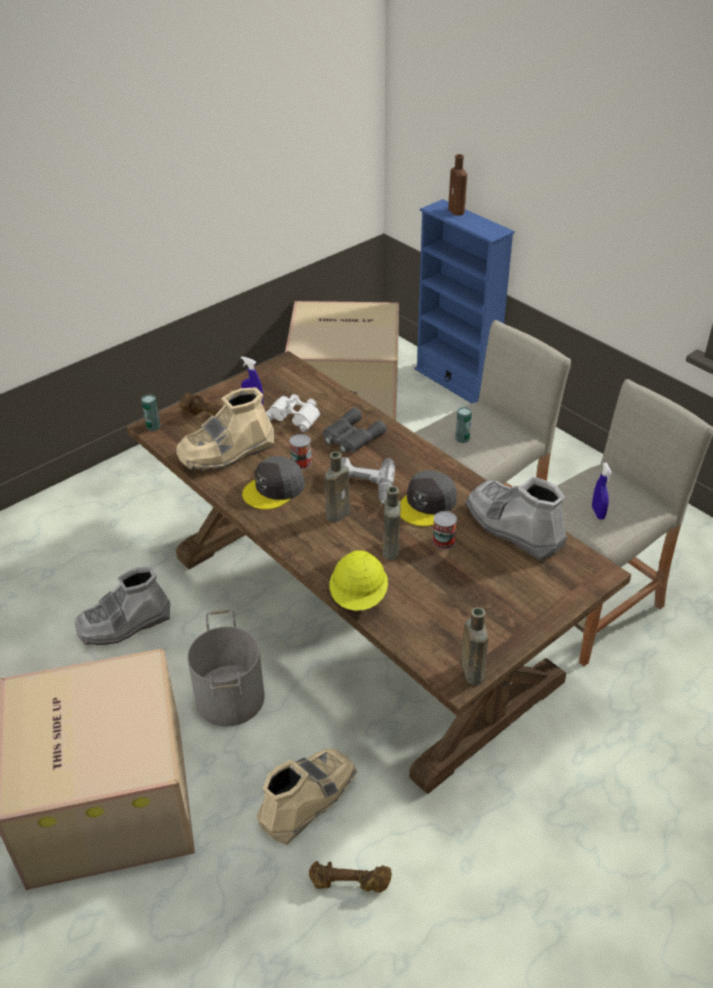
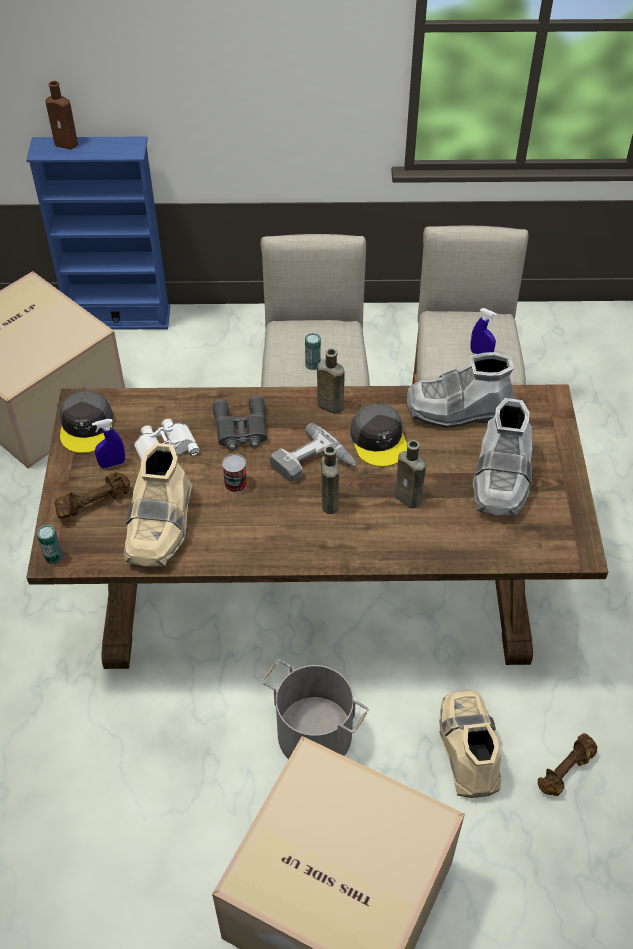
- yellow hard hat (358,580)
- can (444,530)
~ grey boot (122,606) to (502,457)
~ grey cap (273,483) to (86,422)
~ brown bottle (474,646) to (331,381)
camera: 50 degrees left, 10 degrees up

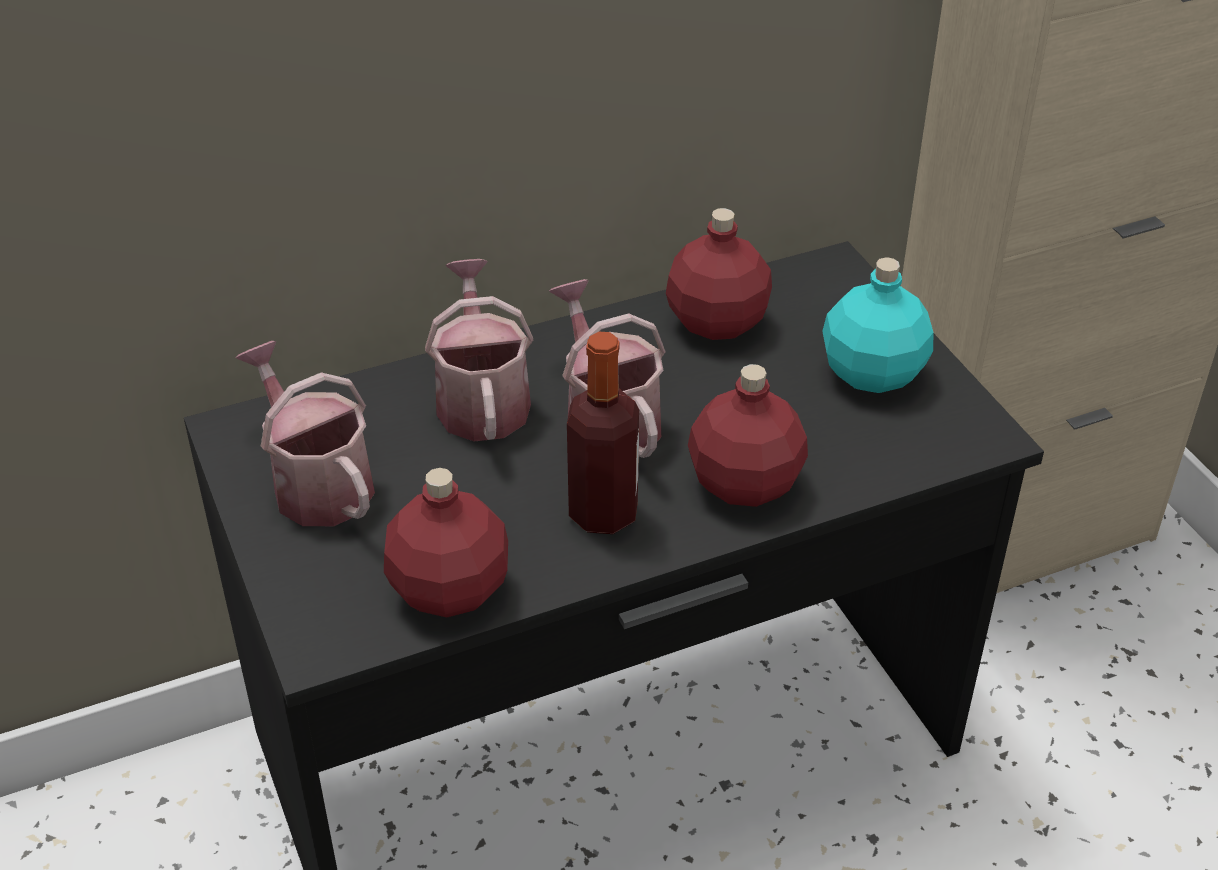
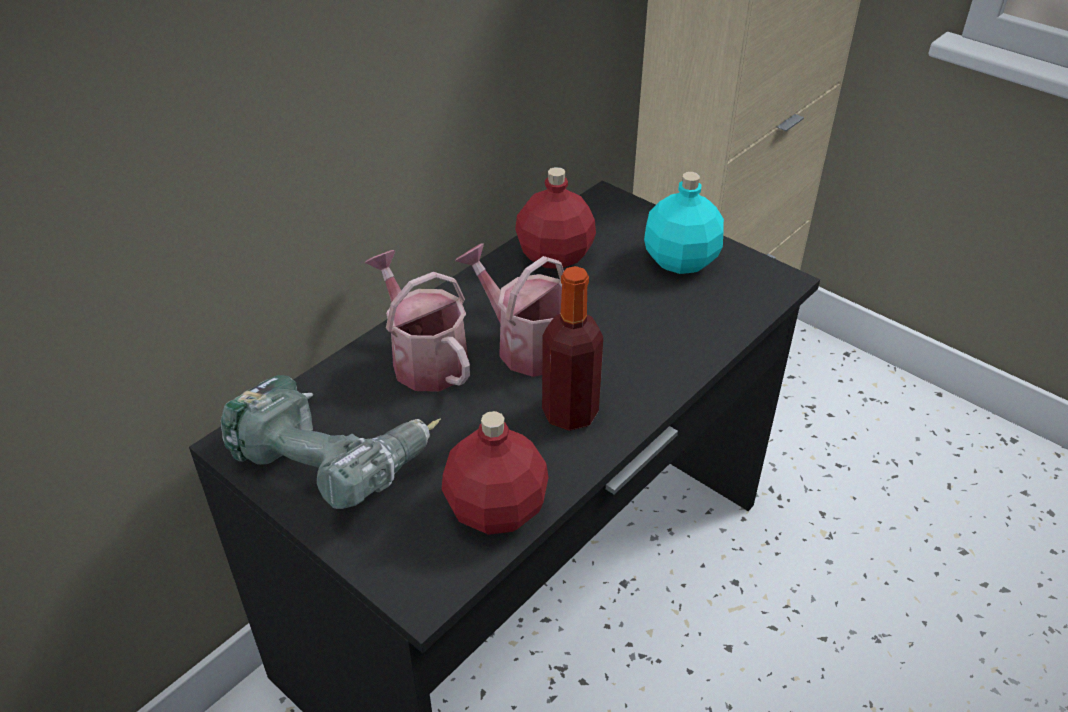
- red bottle (748,435)
~ watering can (305,433) to power drill (331,442)
camera: 25 degrees left, 0 degrees up

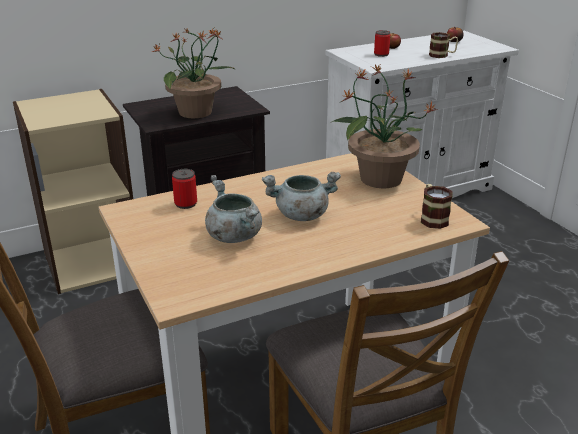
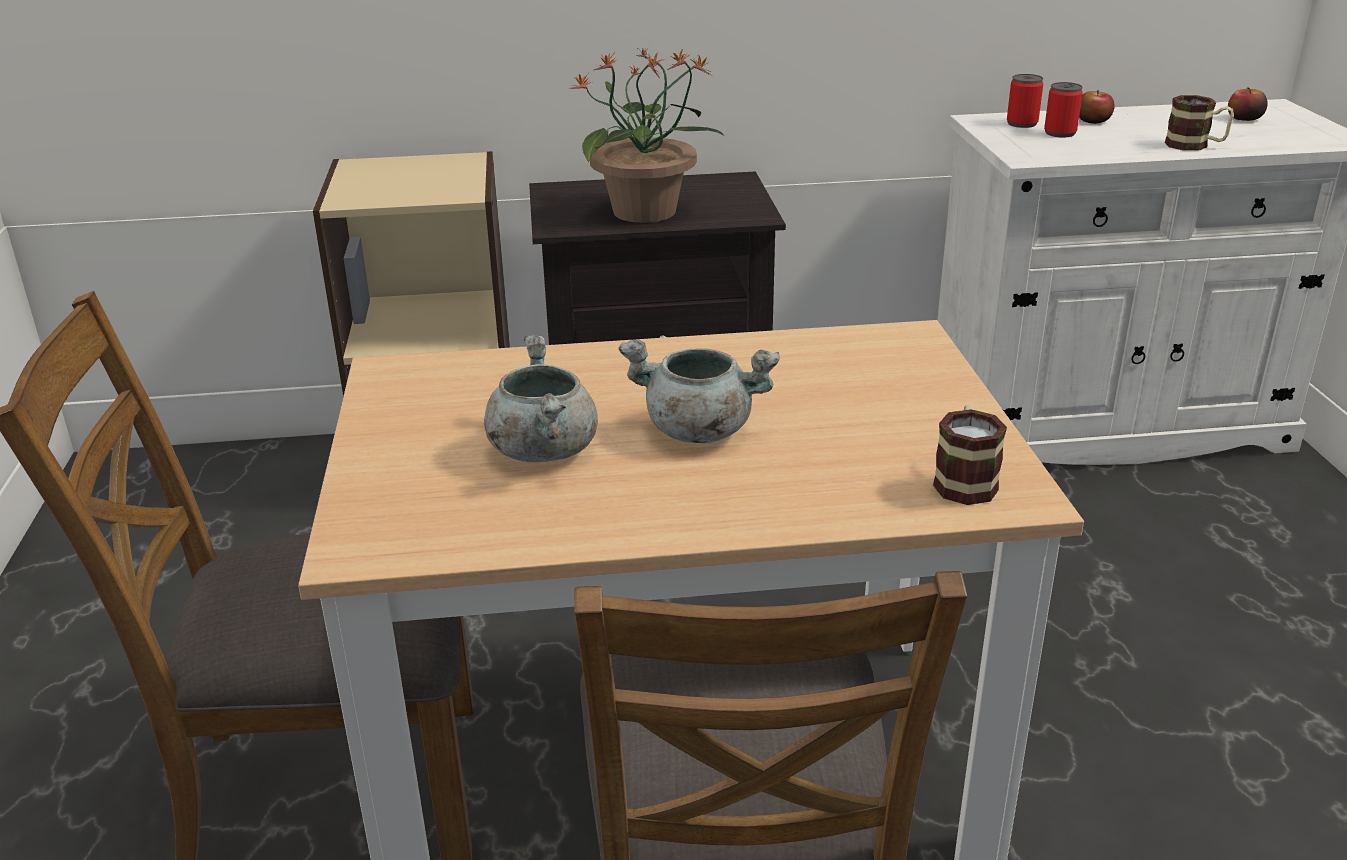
- potted plant (384,126)
~ can (184,189) to (1025,101)
camera: 20 degrees right, 0 degrees up

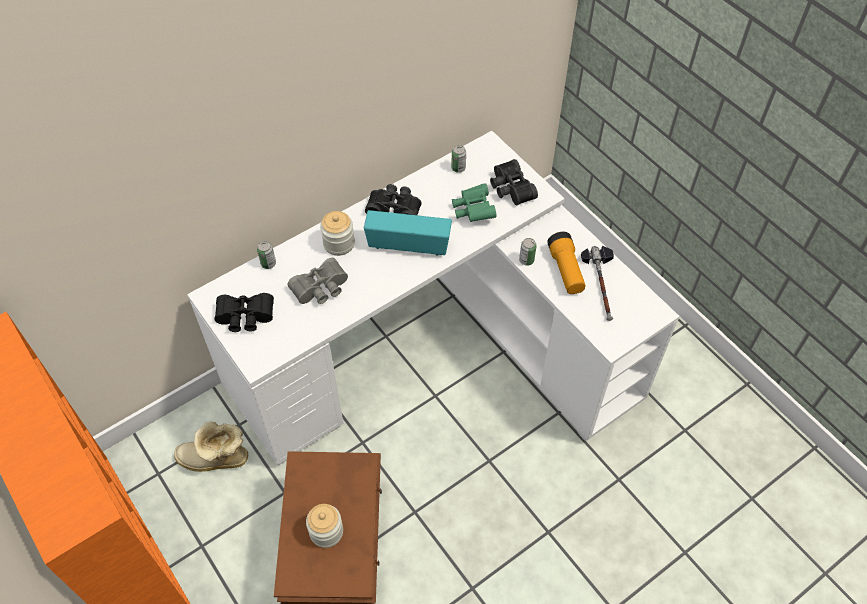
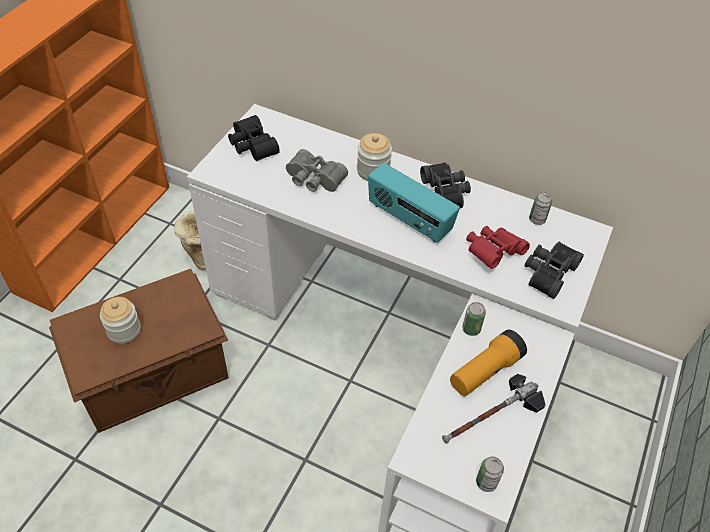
~ can (266,255) to (490,474)
~ green binoculars (474,202) to red binoculars (498,247)
~ radio (408,233) = (414,203) 150 degrees clockwise
camera: 60 degrees right, 5 degrees down

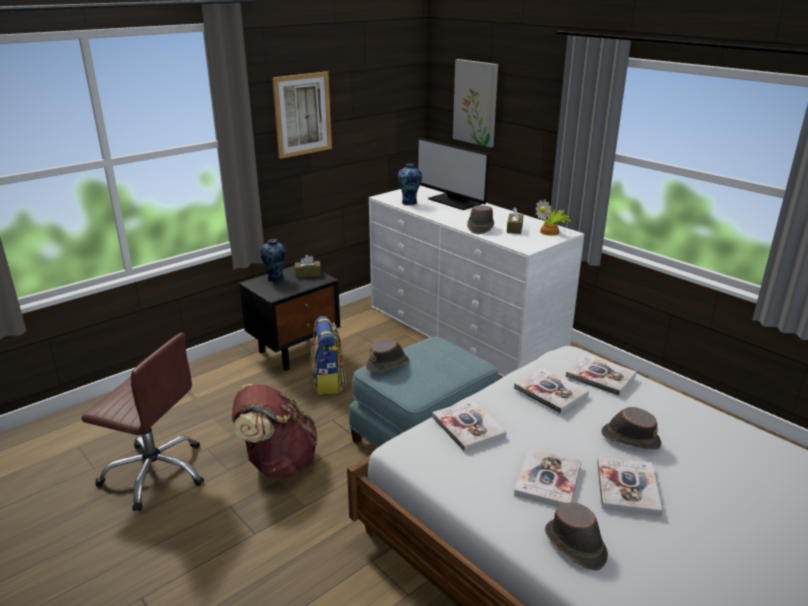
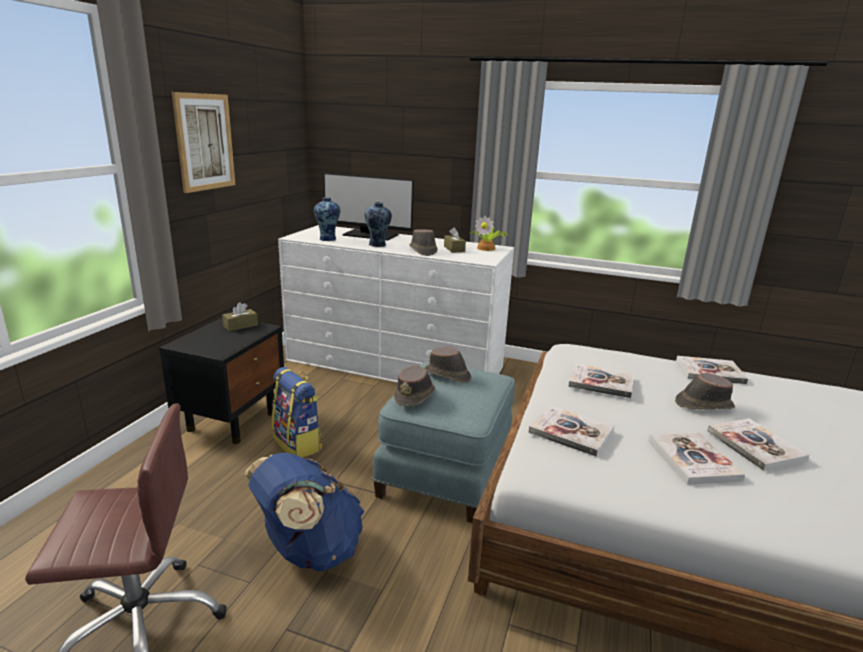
- picture (475,103)
~ vase (273,260) to (378,224)
~ brown hat (576,536) to (448,365)
~ book (601,375) to (712,370)
~ brown backpack (275,431) to blue backpack (304,512)
camera: 30 degrees left, 5 degrees down

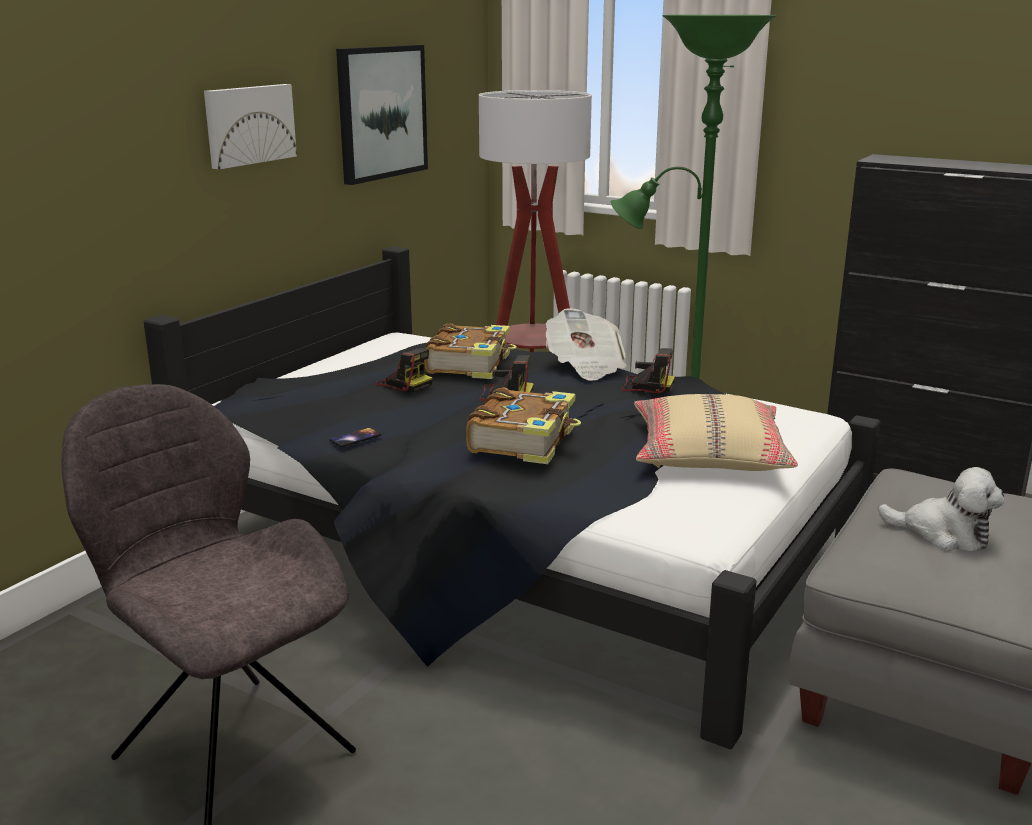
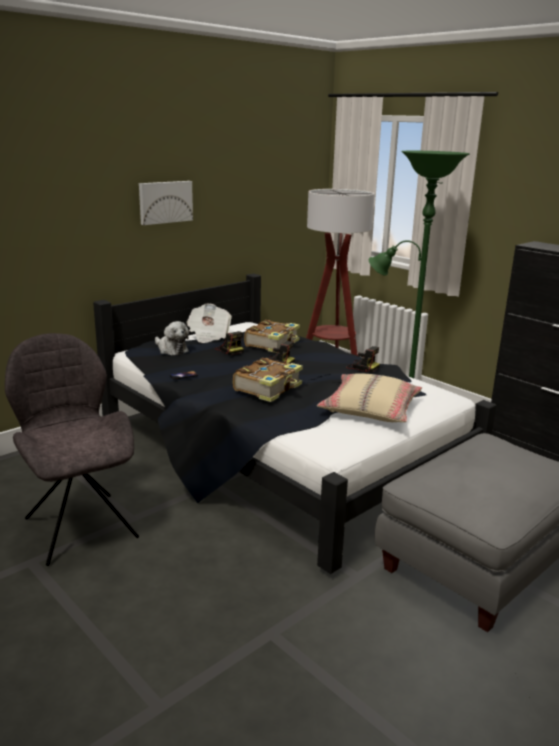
- picture (382,115)
~ newspaper (586,344) to (209,323)
~ plush toy (941,509) to (172,338)
camera: 15 degrees right, 0 degrees up

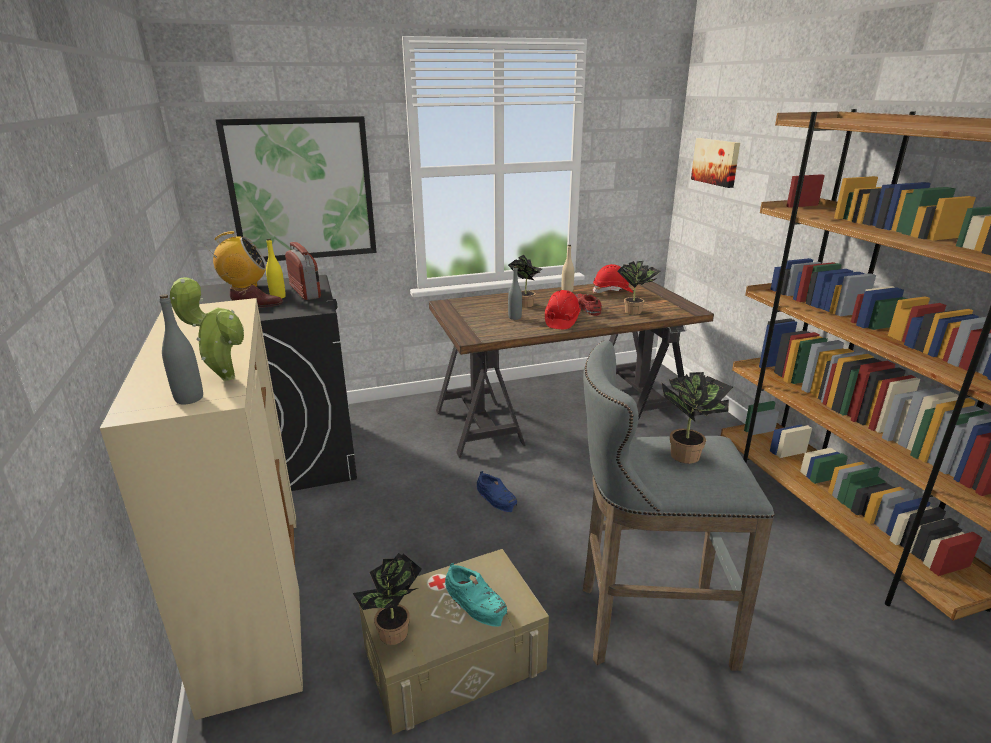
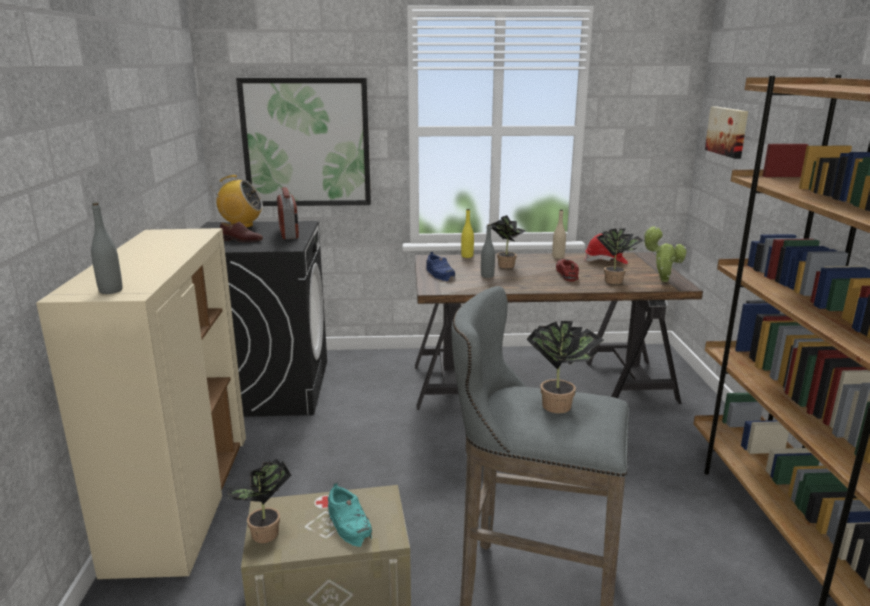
- red hard hat (563,309)
~ potted plant (207,329) to (665,254)
~ yellow bottle (276,269) to (467,233)
~ blue shoe (497,491) to (440,266)
camera: 15 degrees right, 5 degrees down

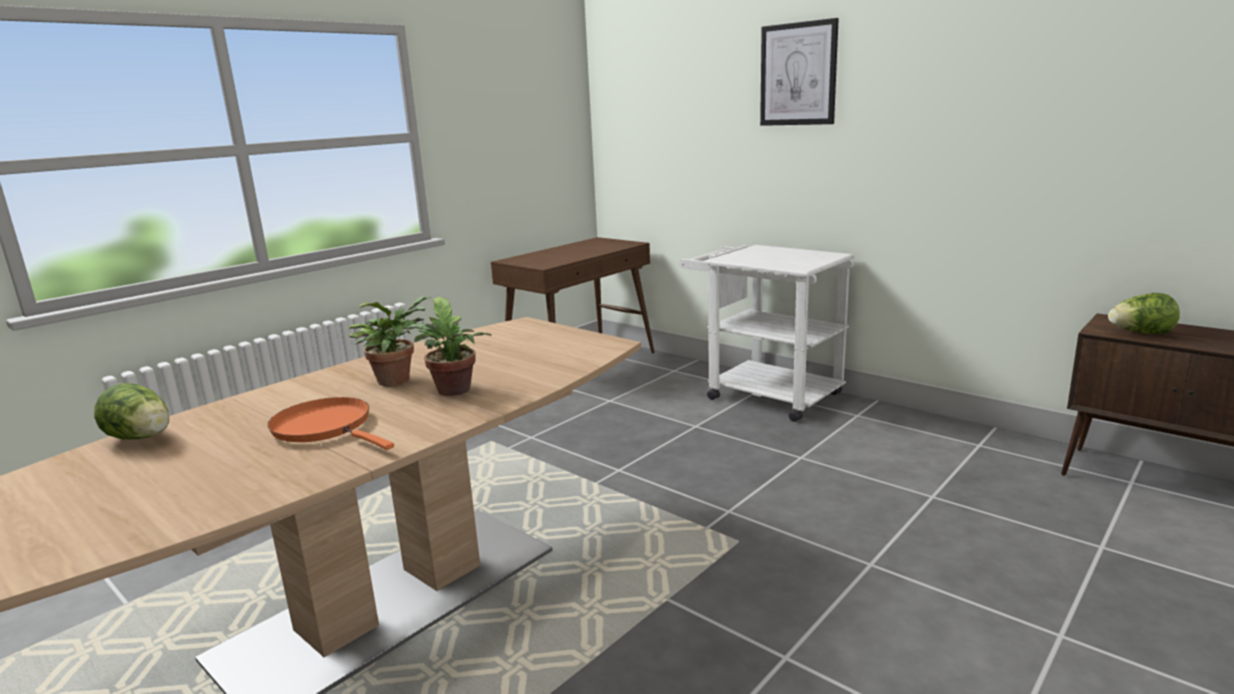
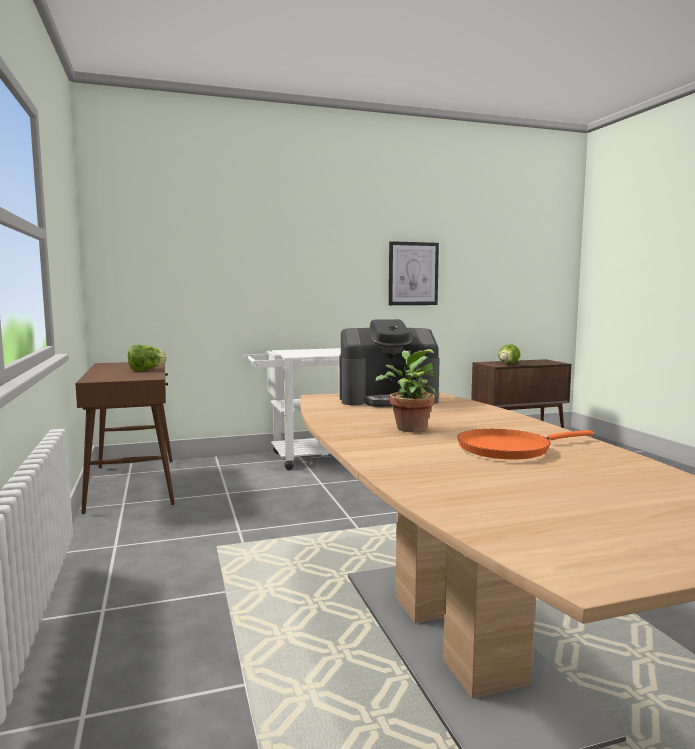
- potted plant (449,346)
+ coffee machine (389,363)
~ lettuce (131,411) to (147,358)
~ picture (799,72) to (414,273)
camera: 60 degrees left, 10 degrees down

